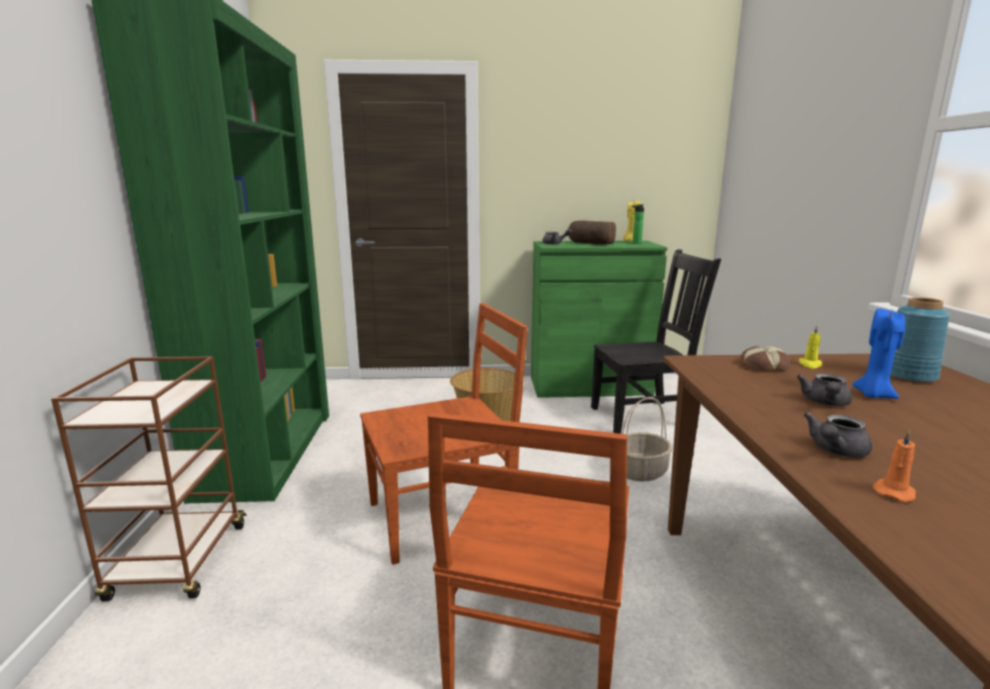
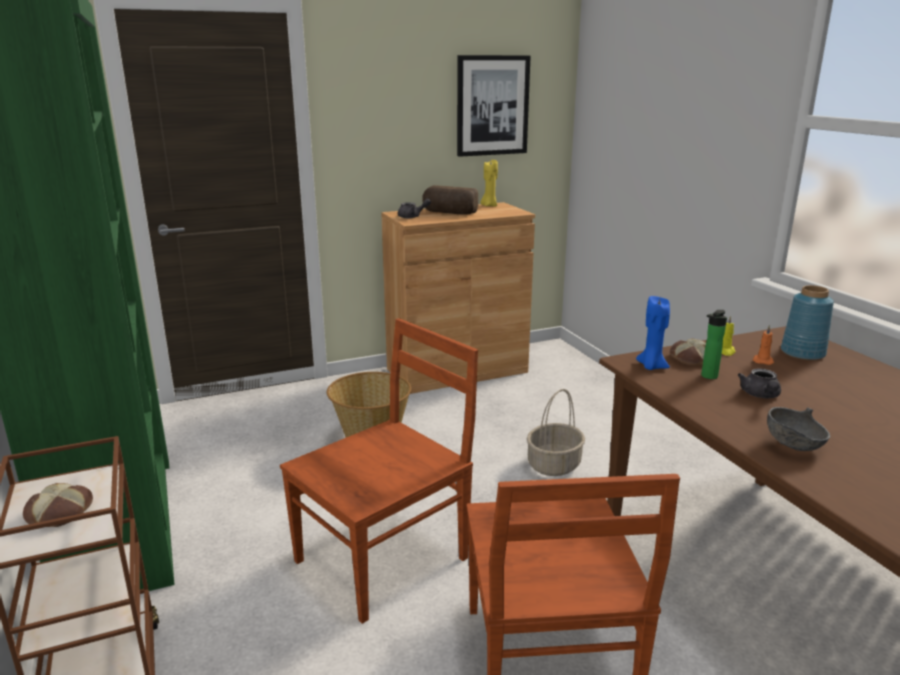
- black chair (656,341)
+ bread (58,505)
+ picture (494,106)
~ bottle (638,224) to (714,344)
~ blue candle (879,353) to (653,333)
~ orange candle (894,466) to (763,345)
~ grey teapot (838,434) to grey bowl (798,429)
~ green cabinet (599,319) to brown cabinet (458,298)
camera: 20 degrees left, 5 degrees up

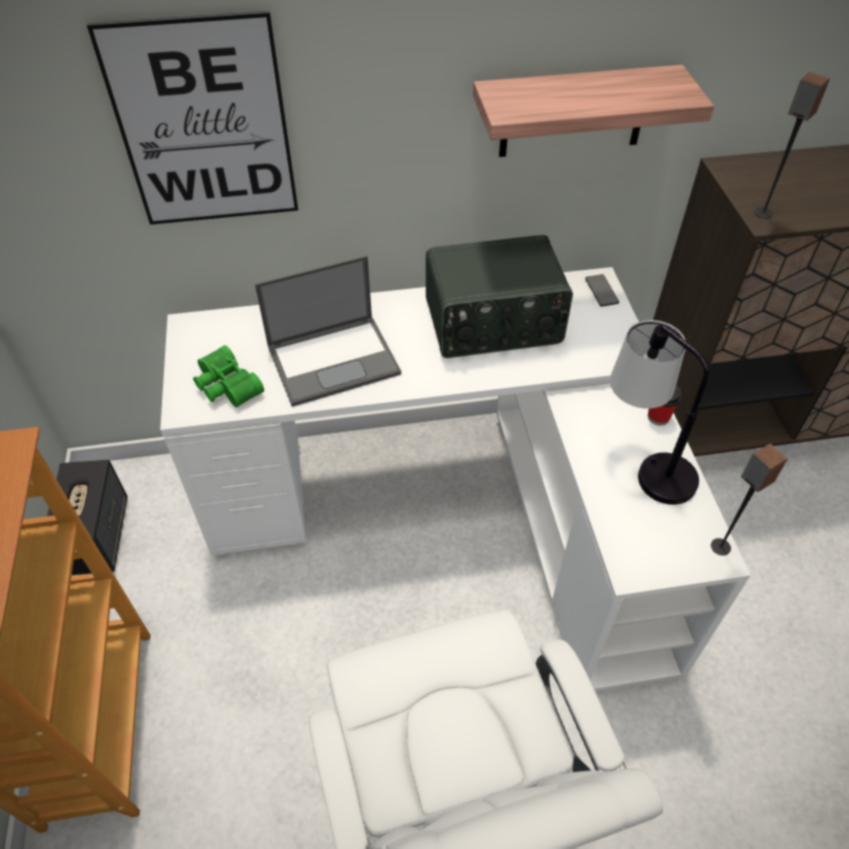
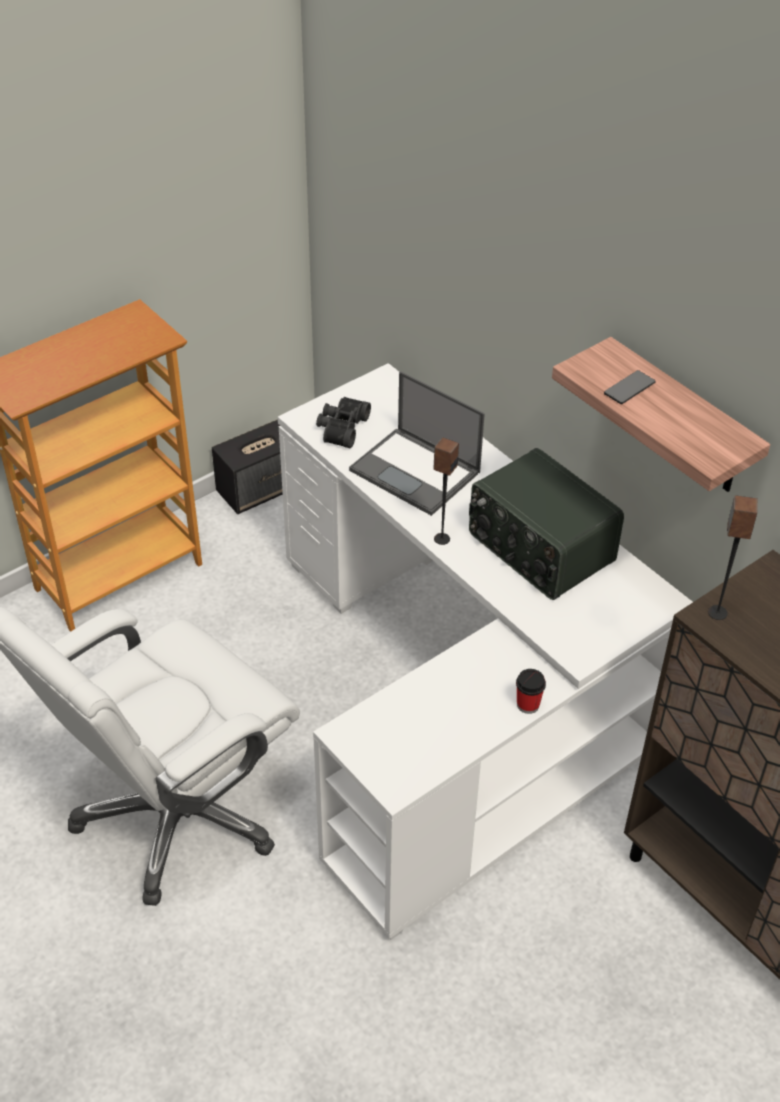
- picture (192,118)
- table lamp (660,412)
~ phone (602,290) to (630,387)
~ speaker (749,499) to (446,491)
~ green binoculars (228,376) to black binoculars (343,422)
camera: 60 degrees right, 5 degrees down

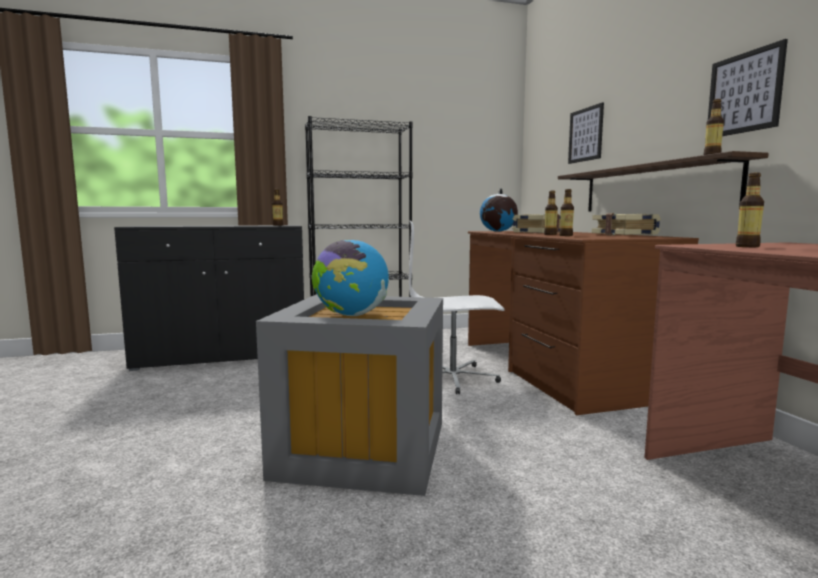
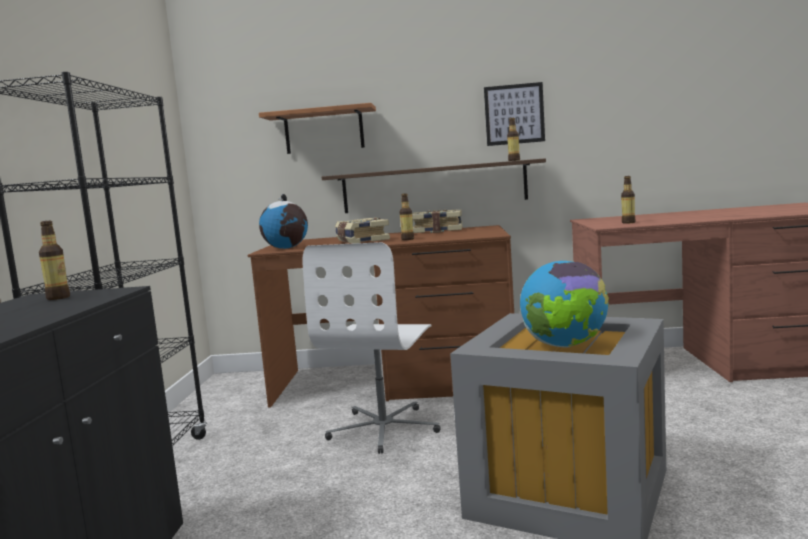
- bottle (566,212)
~ picture (586,133) to shelf (317,128)
camera: 70 degrees left, 0 degrees up

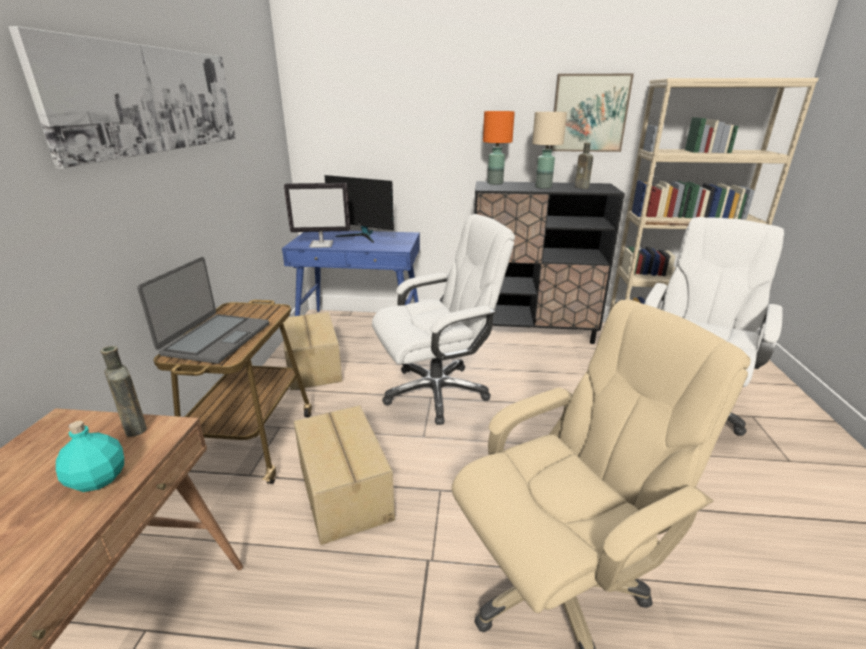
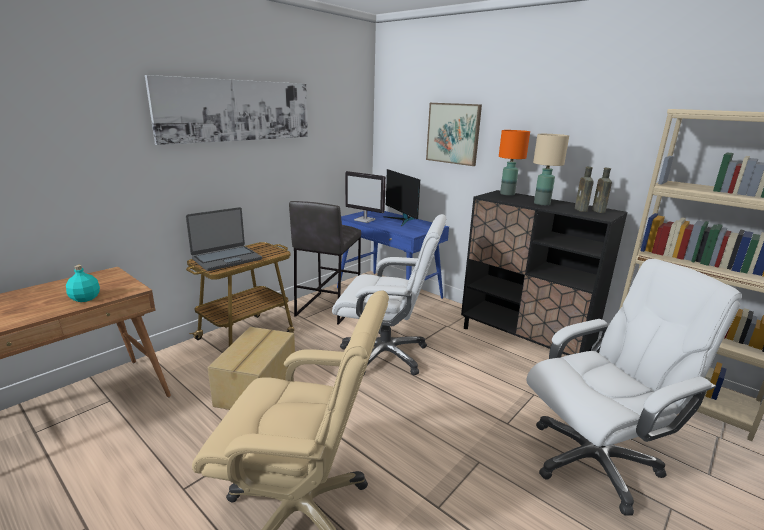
~ brown bottle (123,391) to (602,190)
~ picture (592,113) to (454,134)
~ cardboard box (313,351) to grey stool (325,263)
camera: 35 degrees right, 5 degrees down

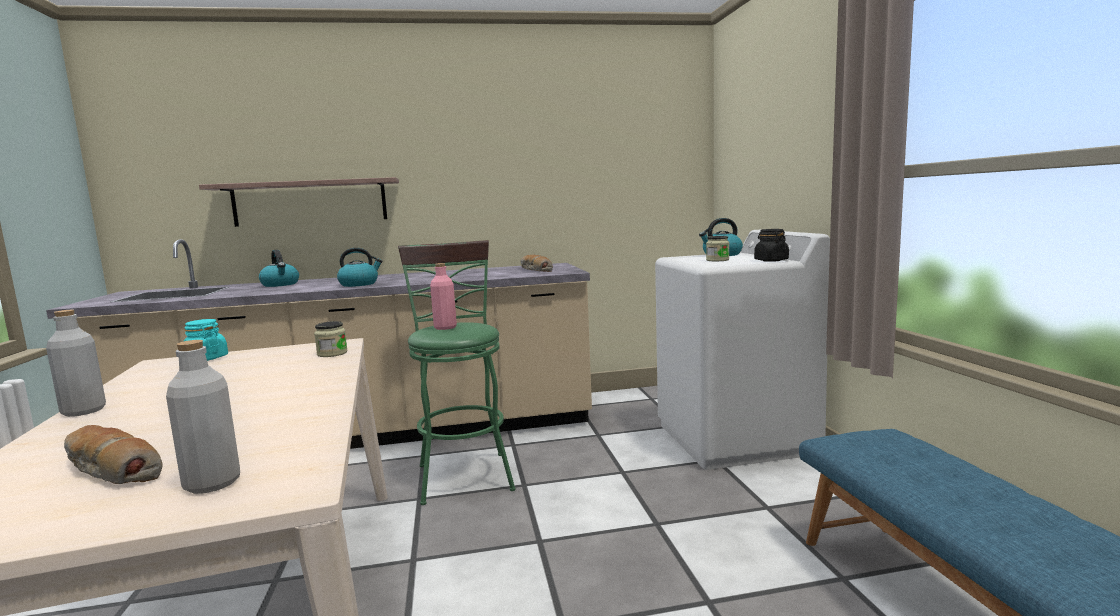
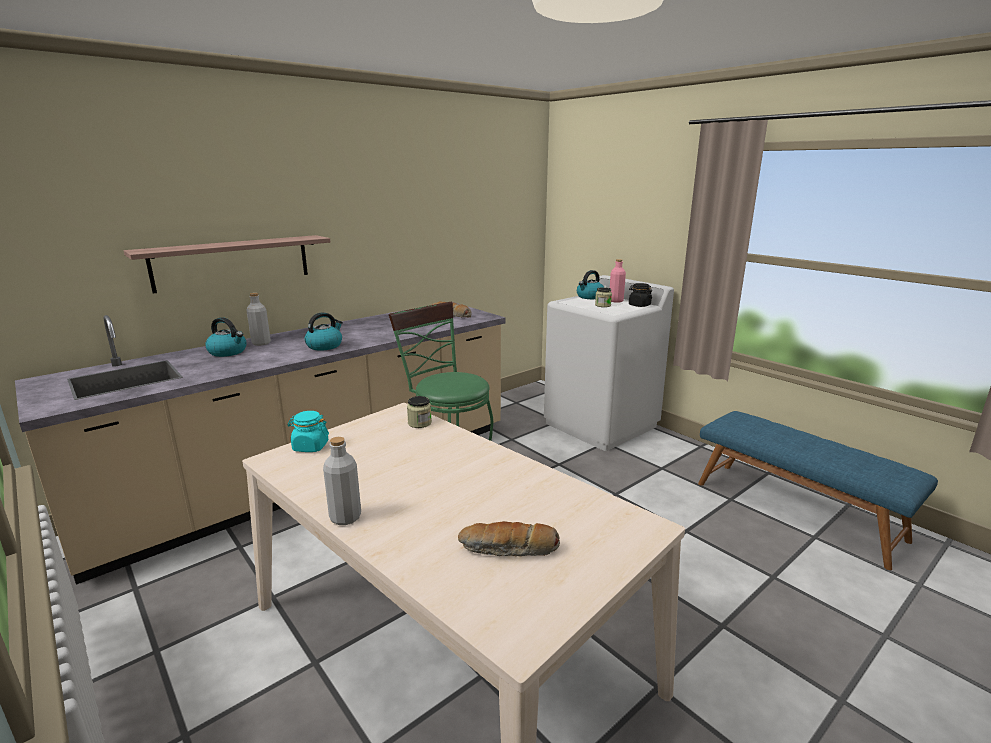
~ grey bottle (203,417) to (258,319)
~ pink bottle (443,296) to (618,281)
camera: 30 degrees left, 10 degrees up

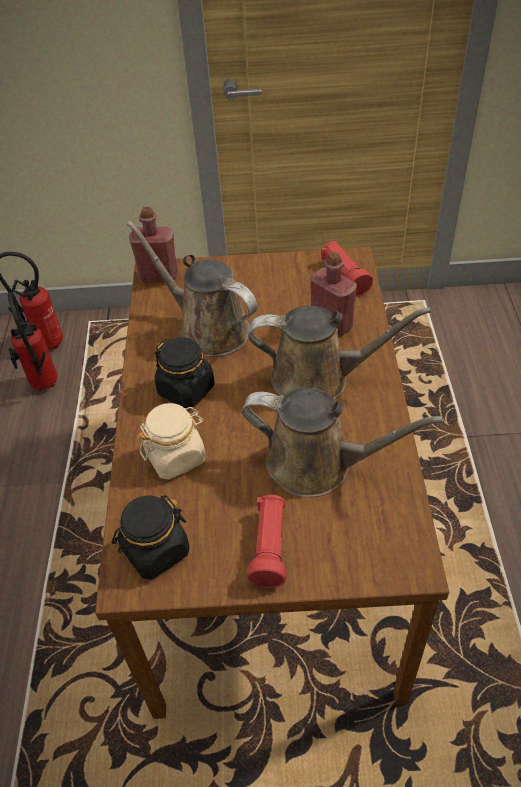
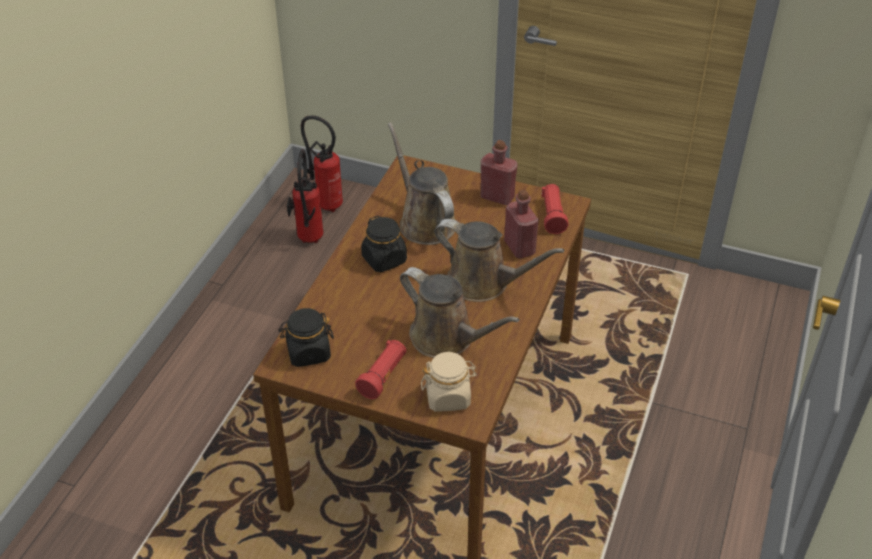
~ red bottle (153,244) to (499,172)
~ beige jar (172,441) to (449,382)
camera: 20 degrees right, 5 degrees down

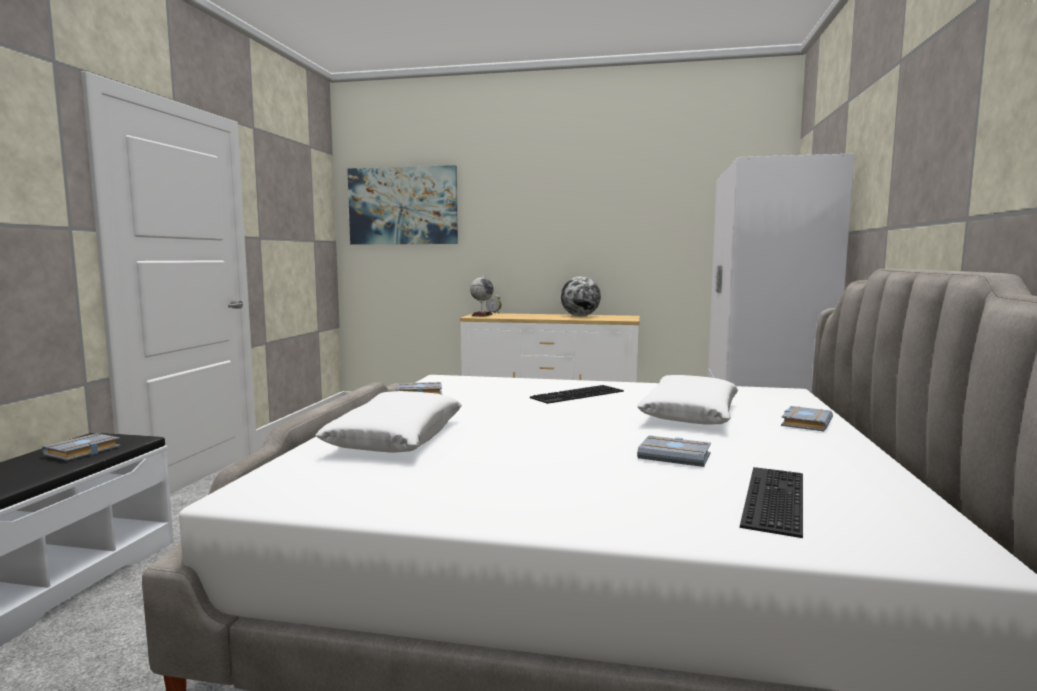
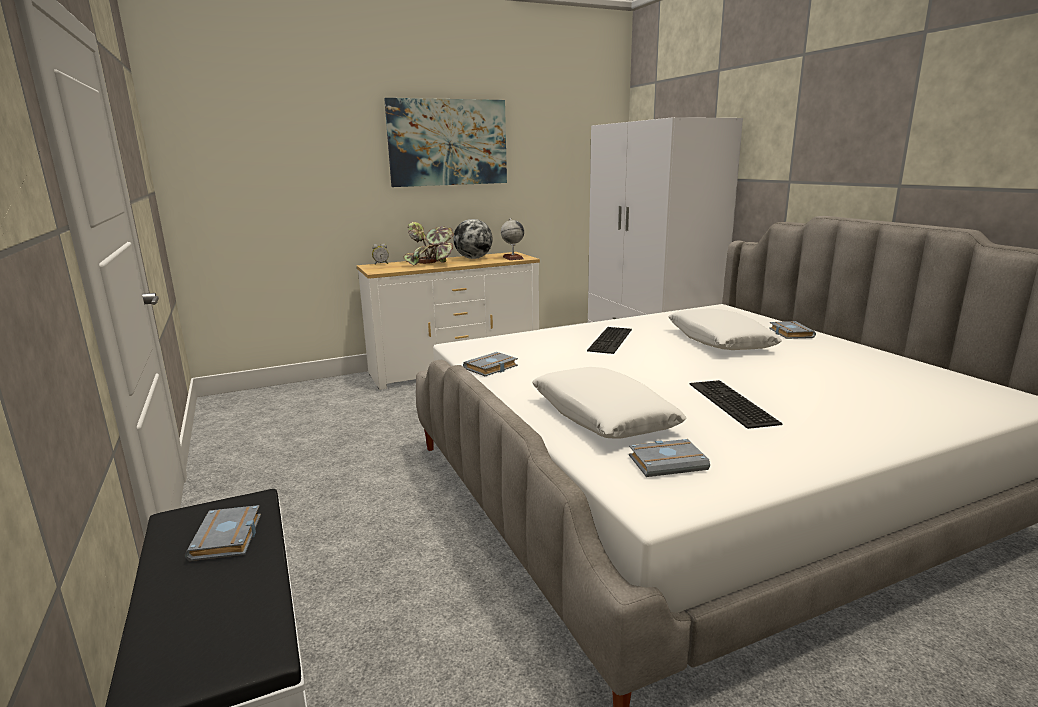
+ potted plant (429,243)
~ picture (402,204) to (445,142)
~ globe (482,296) to (512,239)
~ grey book (674,451) to (669,458)
~ keyboard (771,502) to (736,404)
camera: 35 degrees left, 10 degrees up

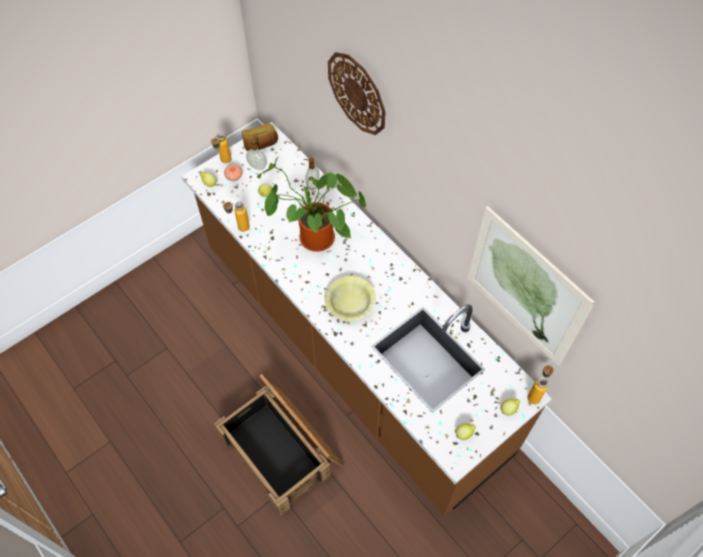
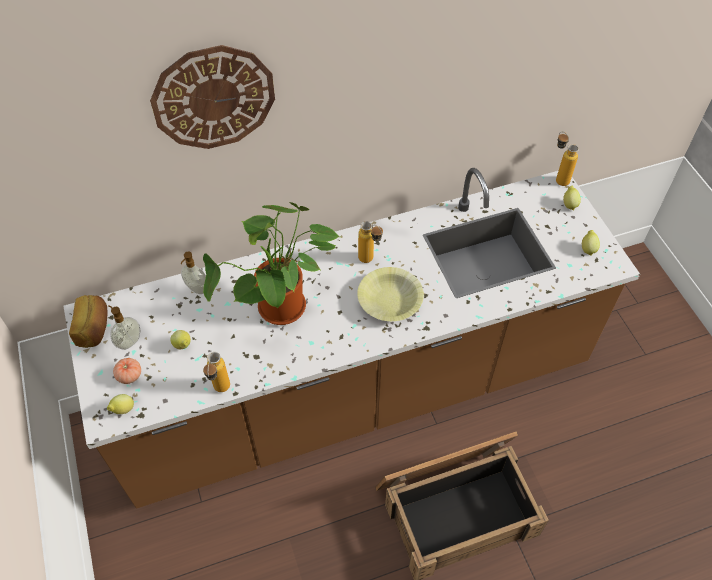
- picture (531,286)
~ bottle (221,147) to (370,242)
camera: 70 degrees left, 5 degrees down

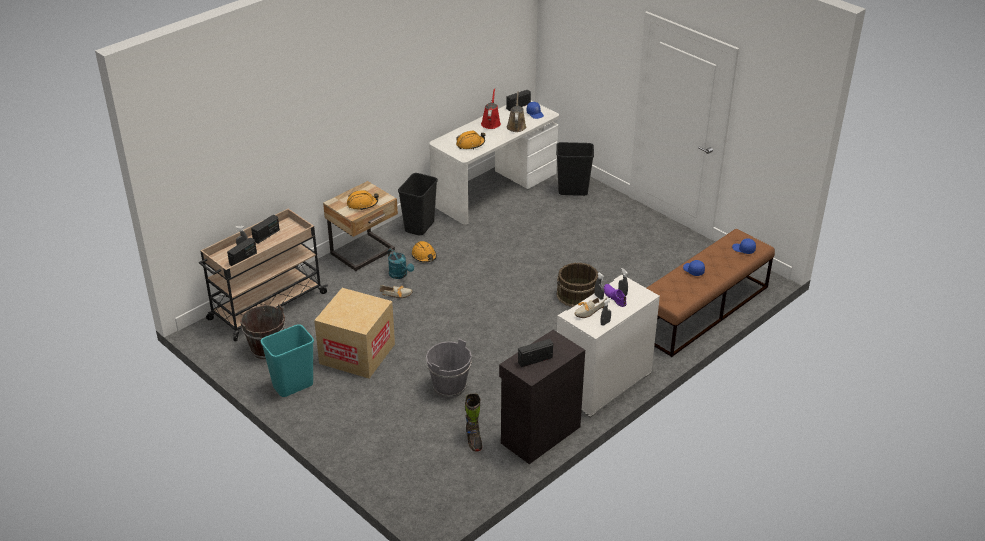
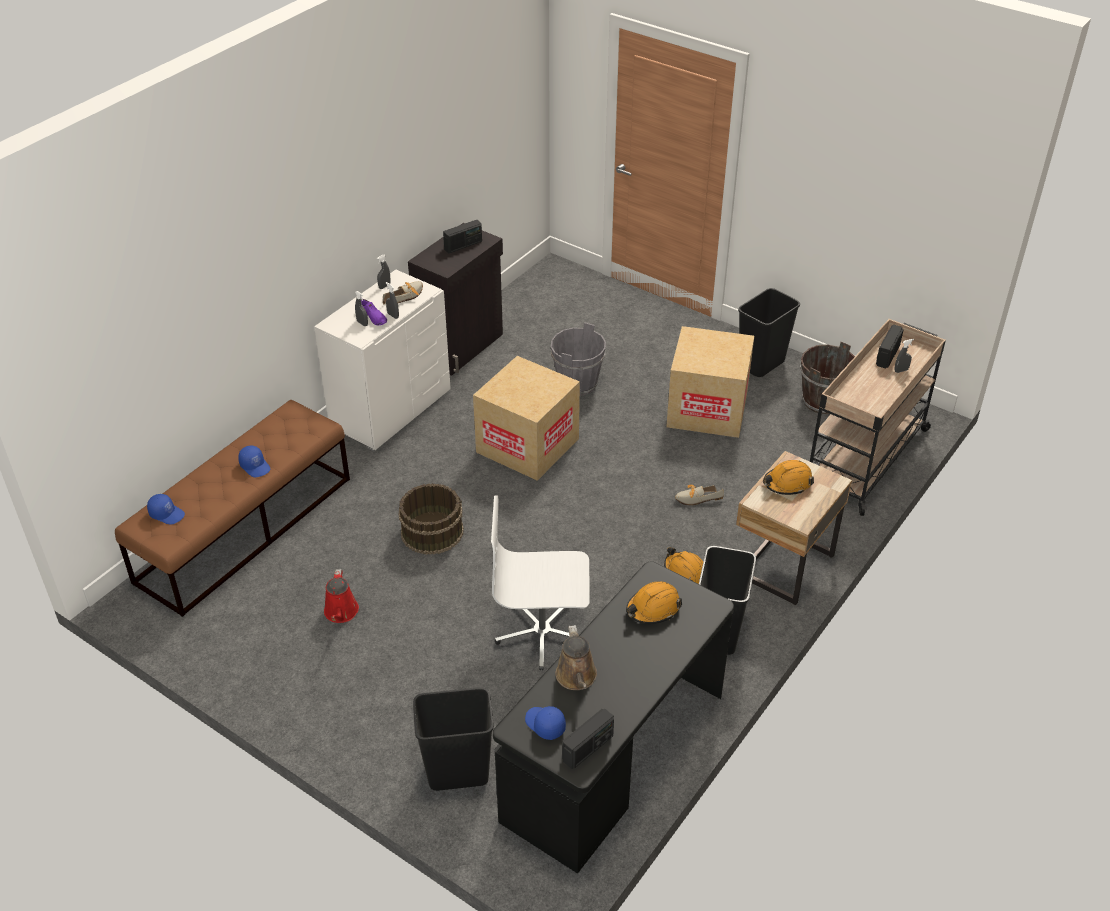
- radio (265,229)
- turquoise watering can (401,264)
- black boot (473,422)
+ cardboard box (526,418)
+ white office chair (540,583)
~ red watering can (491,108) to (341,596)
~ turquoise trash can (287,360) to black trash can (769,332)
~ white desk (494,162) to black desk (613,717)
camera: 170 degrees right, 5 degrees up

